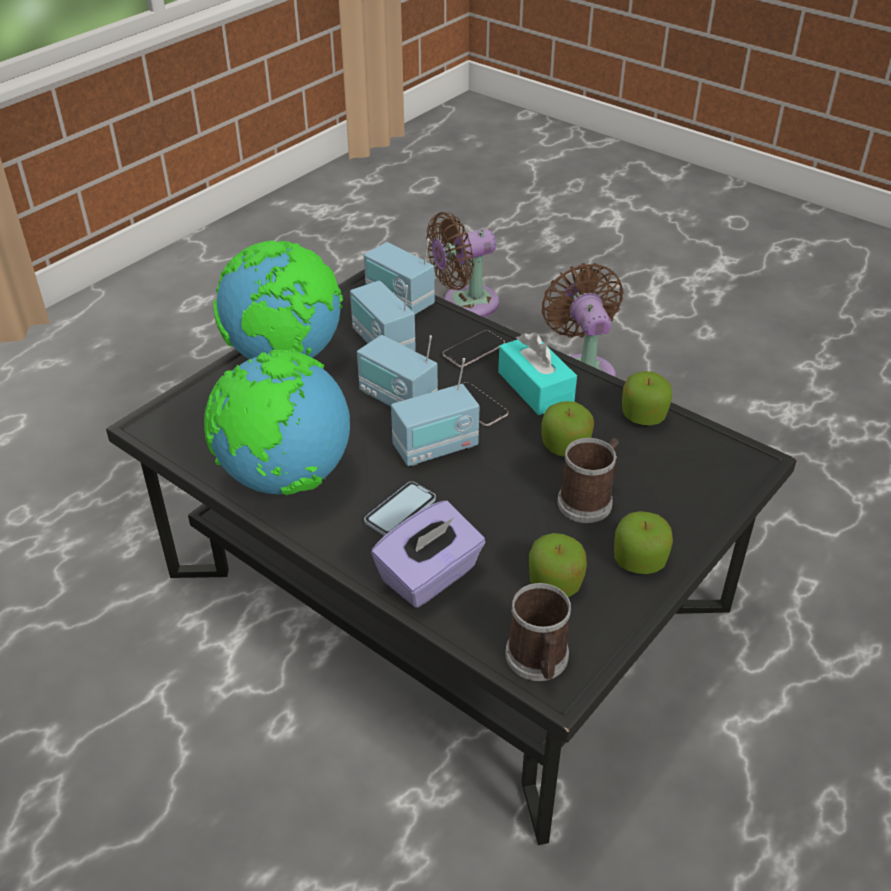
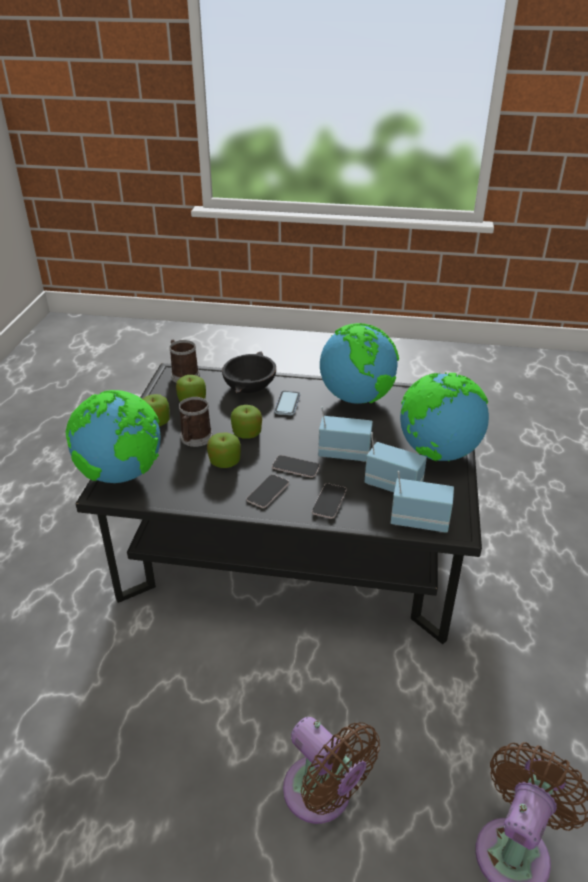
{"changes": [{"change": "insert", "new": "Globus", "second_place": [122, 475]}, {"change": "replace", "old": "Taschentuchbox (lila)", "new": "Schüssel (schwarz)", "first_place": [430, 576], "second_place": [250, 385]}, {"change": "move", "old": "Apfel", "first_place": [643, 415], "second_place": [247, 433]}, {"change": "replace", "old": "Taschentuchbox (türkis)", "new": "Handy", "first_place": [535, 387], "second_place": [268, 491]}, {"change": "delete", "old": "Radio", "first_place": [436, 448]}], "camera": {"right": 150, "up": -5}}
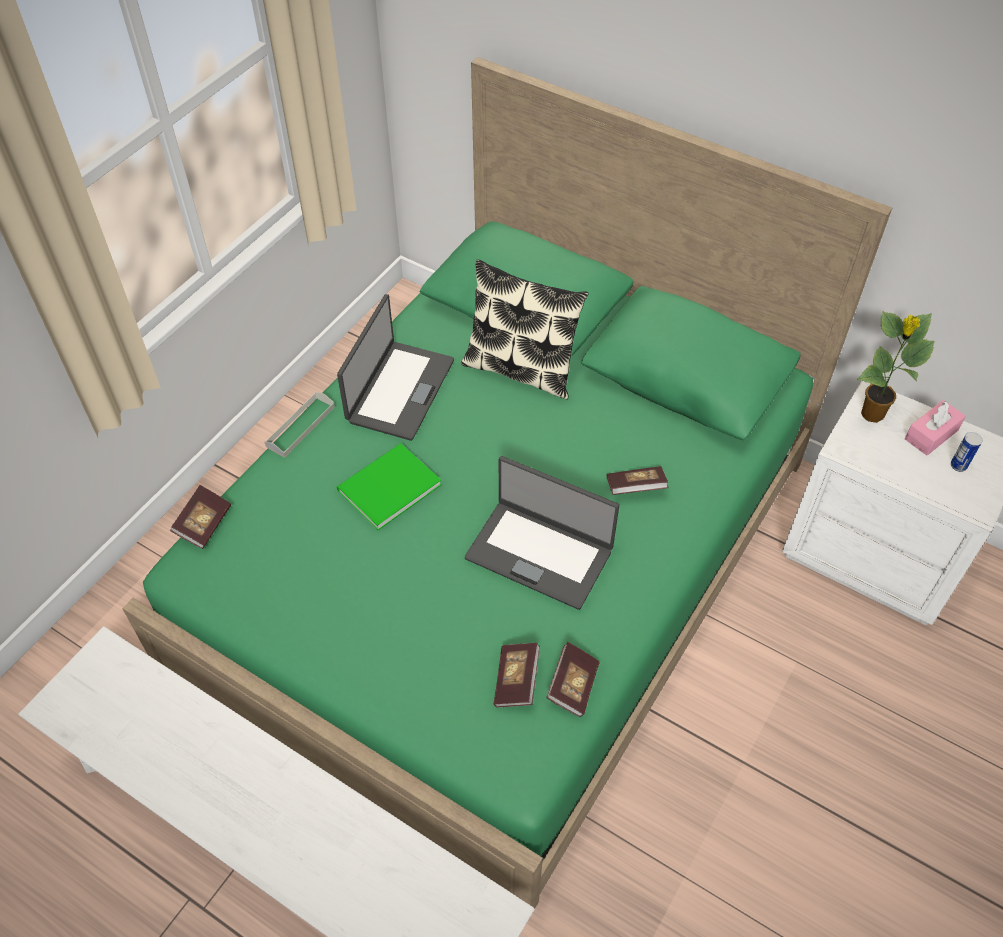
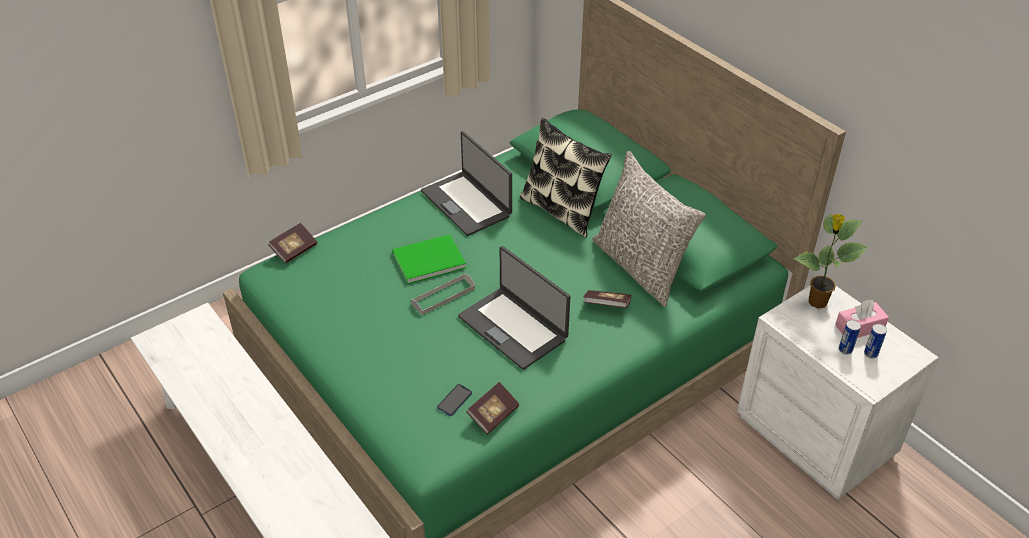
{"changes": [{"change": "move", "old": "Tablett (grau)", "first_place": [300, 426], "second_place": [443, 296]}, {"change": "rotate", "old": "Laptop", "first_place": [399, 390], "second_place": [467, 203], "degrees": 105}, {"change": "replace", "old": "Buch", "new": "Handy", "first_place": [516, 681], "second_place": [454, 400]}, {"change": "insert", "new": "Kissen (grau)", "second_place": [640, 267]}, {"change": "insert", "new": "Dose", "second_place": [845, 350]}], "camera": {"right": 20, "up": -10}}
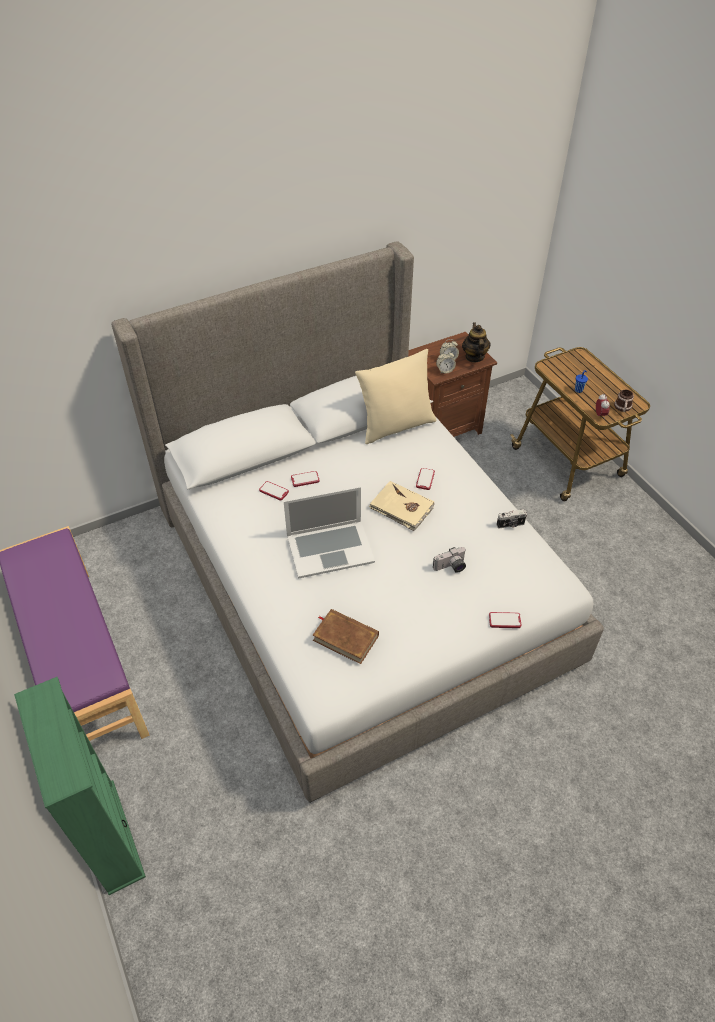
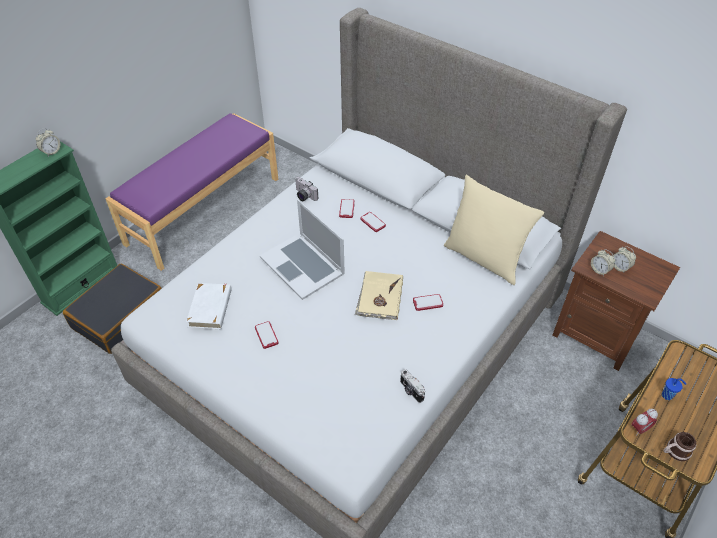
{"changes": [{"change": "insert", "new": "Wecker", "second_place": [51, 152]}, {"change": "insert", "new": "Koffer (schwarz)", "second_place": [119, 315]}, {"change": "recolor", "old": "Buch (braun)", "new": "Buch (weiß)", "first_place": [345, 637], "second_place": [210, 308]}, {"change": "move", "old": "Handy", "first_place": [504, 620], "second_place": [266, 335]}, {"change": "move", "old": "Kamera", "first_place": [451, 567], "second_place": [304, 196]}, {"change": "delete", "old": "Teekanne", "first_place": [474, 357]}], "camera": {"right": 65, "up": 0}}
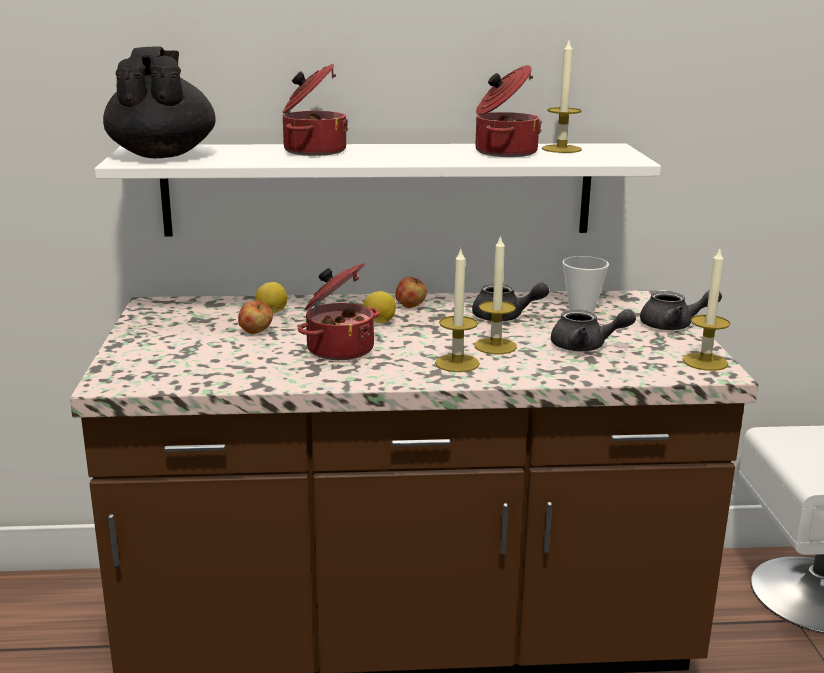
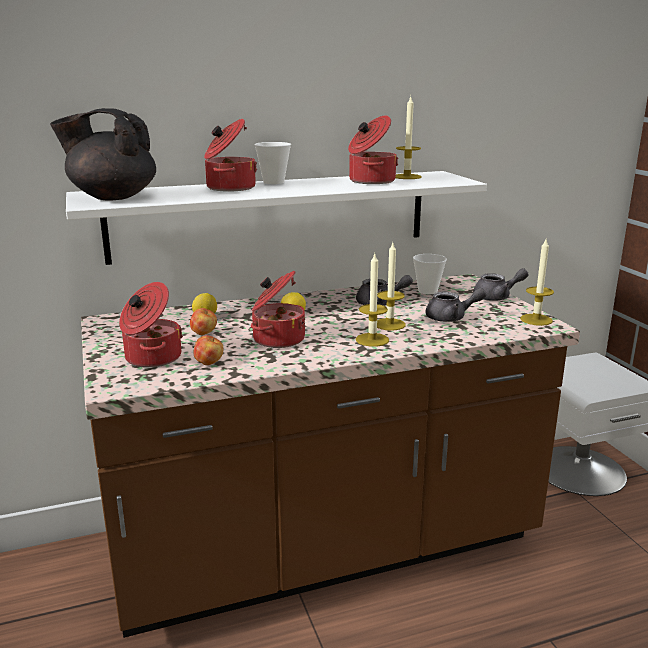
{"changes": [{"change": "rotate", "old": "Teekanne (schwarz)", "first_place": [162, 154], "second_place": [112, 197], "degrees": -60}, {"change": "insert", "new": "Kochtopf", "second_place": [151, 358]}, {"change": "move", "old": "Apfel", "first_place": [411, 306], "second_place": [209, 363]}, {"change": "insert", "new": "Tasse", "second_place": [273, 182]}], "camera": {"right": -15, "up": 0}}
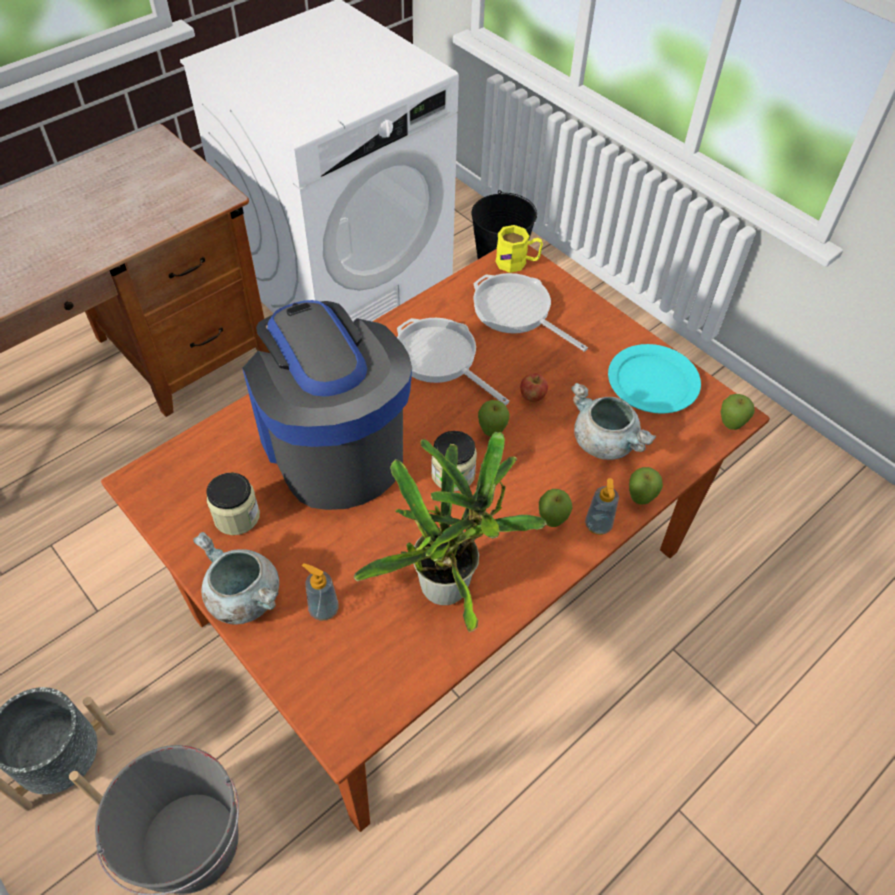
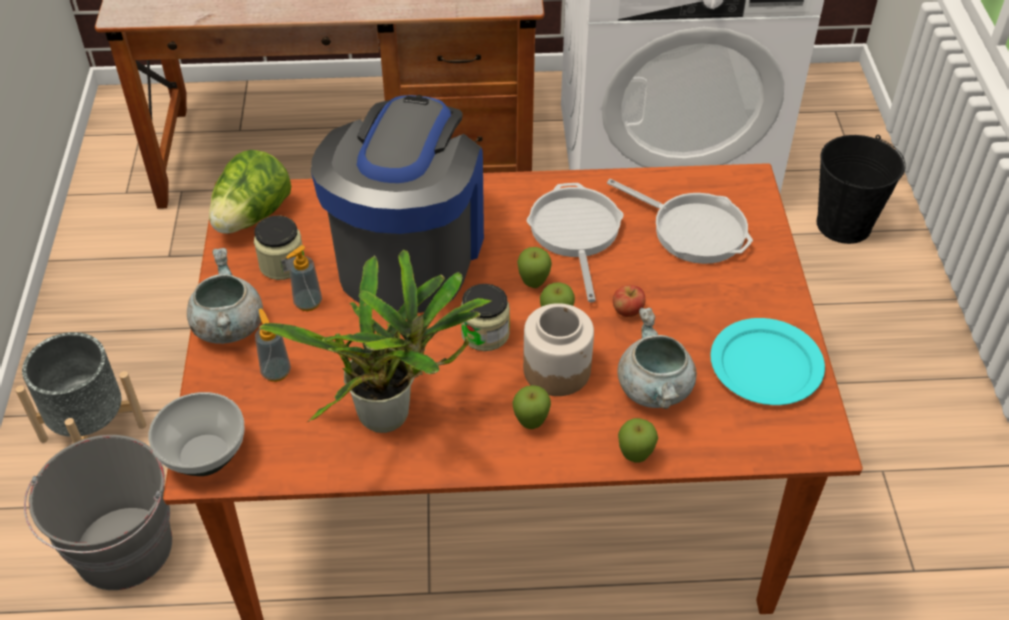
{"changes": [{"change": "insert", "new": "Schüssel", "second_place": [203, 455]}, {"change": "insert", "new": "Salatkopf", "second_place": [252, 217]}, {"change": "move", "old": "Seifenspender", "first_place": [598, 525], "second_place": [308, 302]}, {"change": "move", "old": "Apfel", "first_place": [730, 426], "second_place": [533, 284]}, {"change": "insert", "new": "Vorratsglas", "second_place": [557, 369]}, {"change": "rotate", "old": "Pfanne", "first_place": [516, 311], "second_place": [693, 229], "degrees": 135}, {"change": "delete", "old": "Henkelbecher (gelb)", "first_place": [517, 262]}], "camera": {"right": 40, "up": -5}}
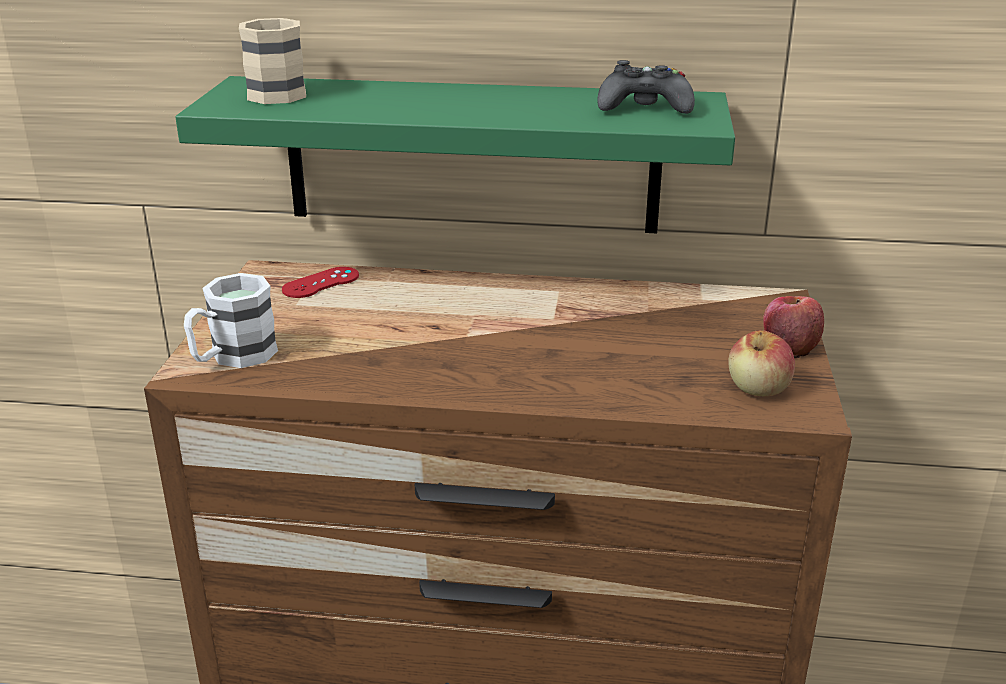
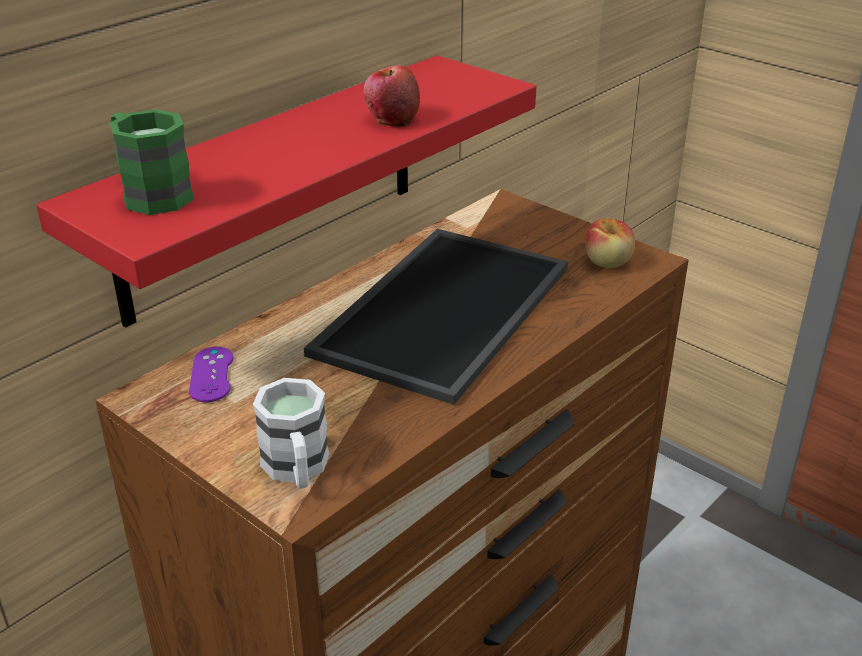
{"changes": [{"change": "recolor", "old": "Wandregal (grün)", "new": "Wandregal (rot)", "first_place": [472, 155], "second_place": [273, 186]}, {"change": "recolor", "old": "Henkelbecher (beige)", "new": "Henkelbecher (grün)", "first_place": [282, 91], "second_place": [150, 193]}, {"change": "recolor", "old": "Gamepad (rot)", "new": "Gamepad (lila)", "first_place": [321, 283], "second_place": [212, 374]}, {"change": "insert", "new": "Tablett", "second_place": [441, 307]}, {"change": "move", "old": "Apfel", "first_place": [789, 347], "second_place": [392, 118]}, {"change": "delete", "old": "Gamepad (schwarz)", "first_place": [645, 107]}], "camera": {"right": -55, "up": 5}}
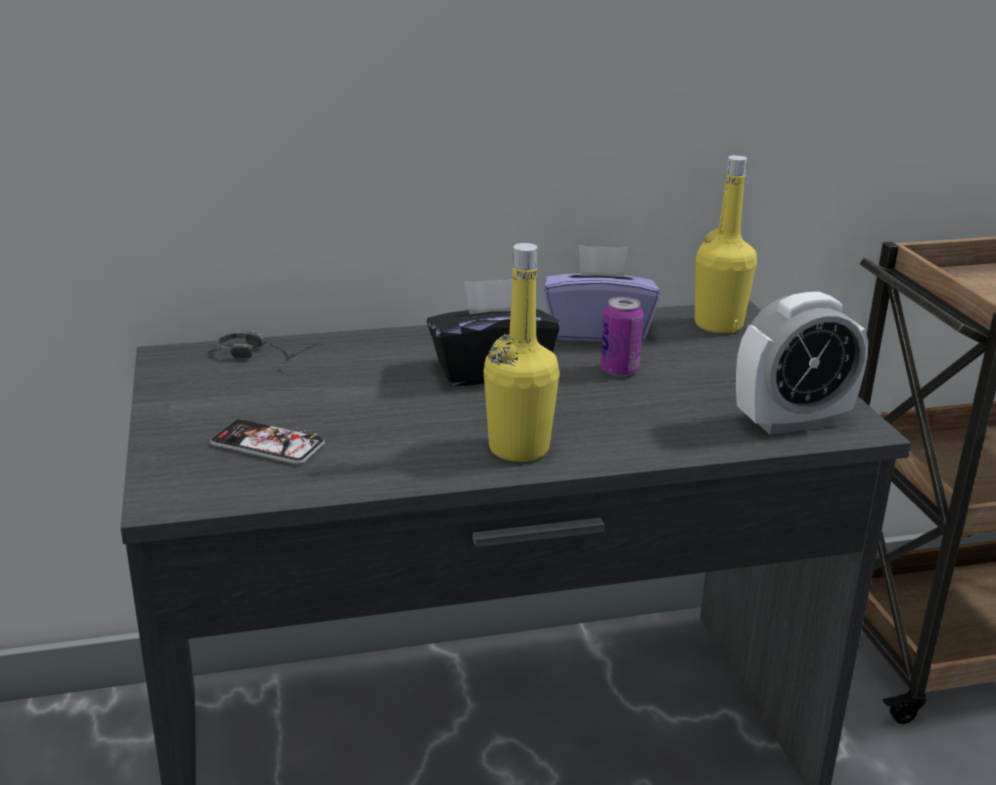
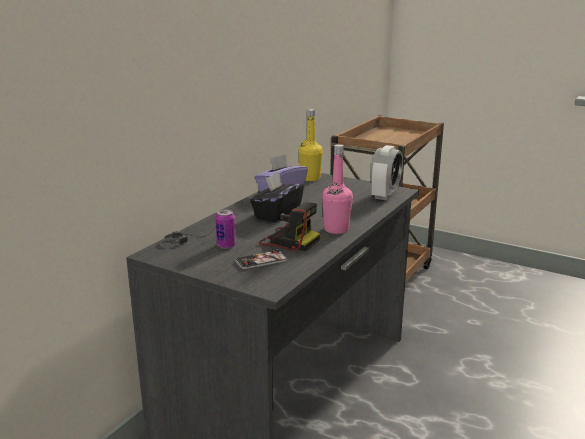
{"changes": [{"change": "move", "old": "Dose", "first_place": [619, 370], "second_place": [226, 246]}, {"change": "insert", "new": "Kamera", "second_place": [288, 241]}, {"change": "recolor", "old": "Flasche (gelb)", "new": "Flasche (rosa)", "first_place": [519, 448], "second_place": [336, 229]}], "camera": {"right": -45, "up": -5}}
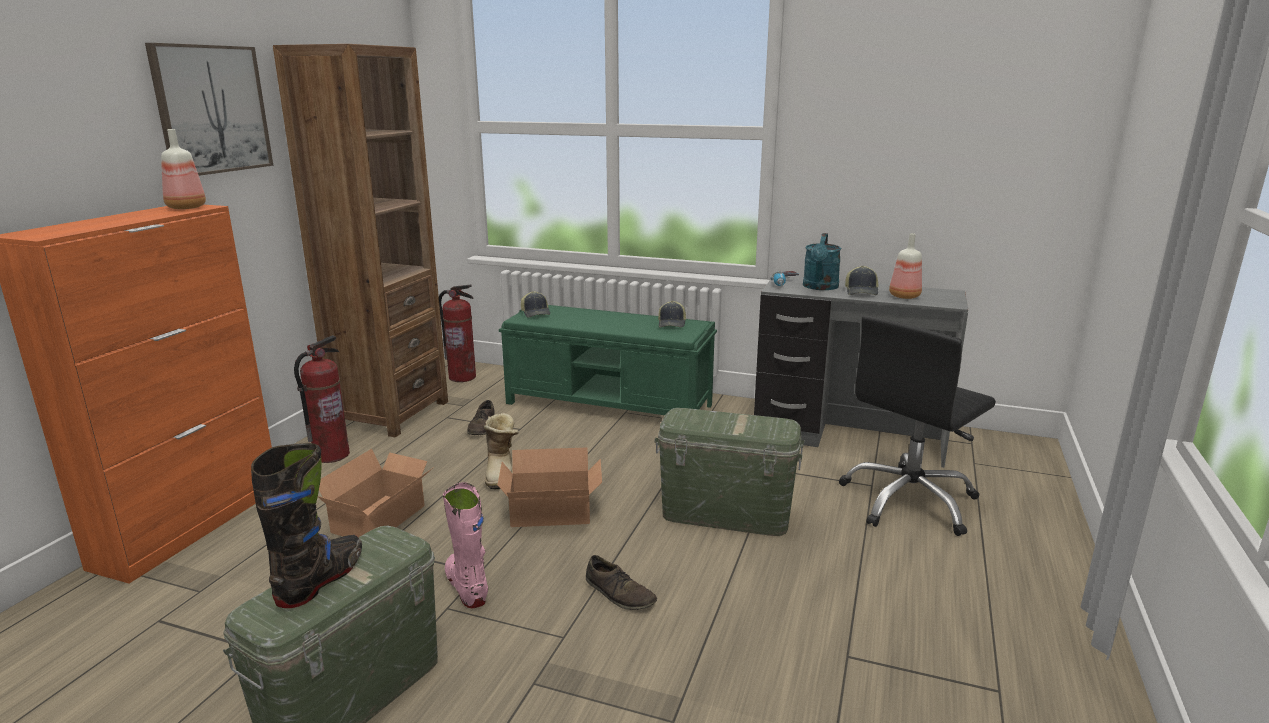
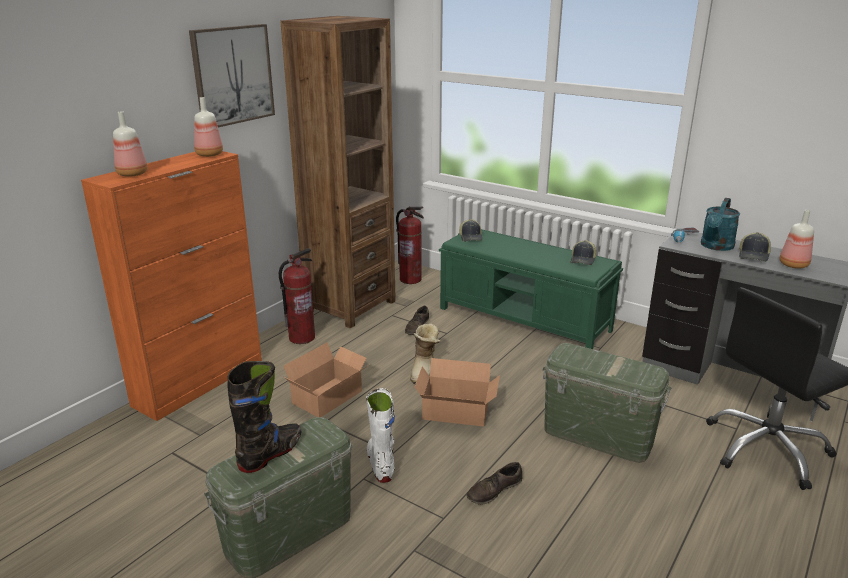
{"changes": [{"change": "insert", "new": "Flasche", "second_place": [133, 174]}, {"change": "recolor", "old": "Stiefel (rosa)", "new": "Stiefel (weiß)", "first_place": [467, 587], "second_place": [380, 464]}, {"change": "rotate", "old": "Schuh (braun)", "first_place": [619, 593], "second_place": [494, 490], "degrees": 90}], "camera": {"right": 15, "up": 5}}
